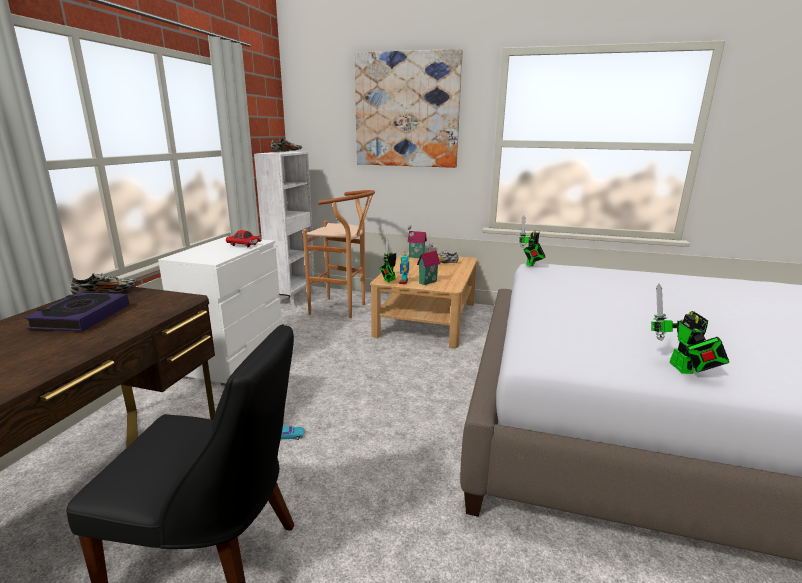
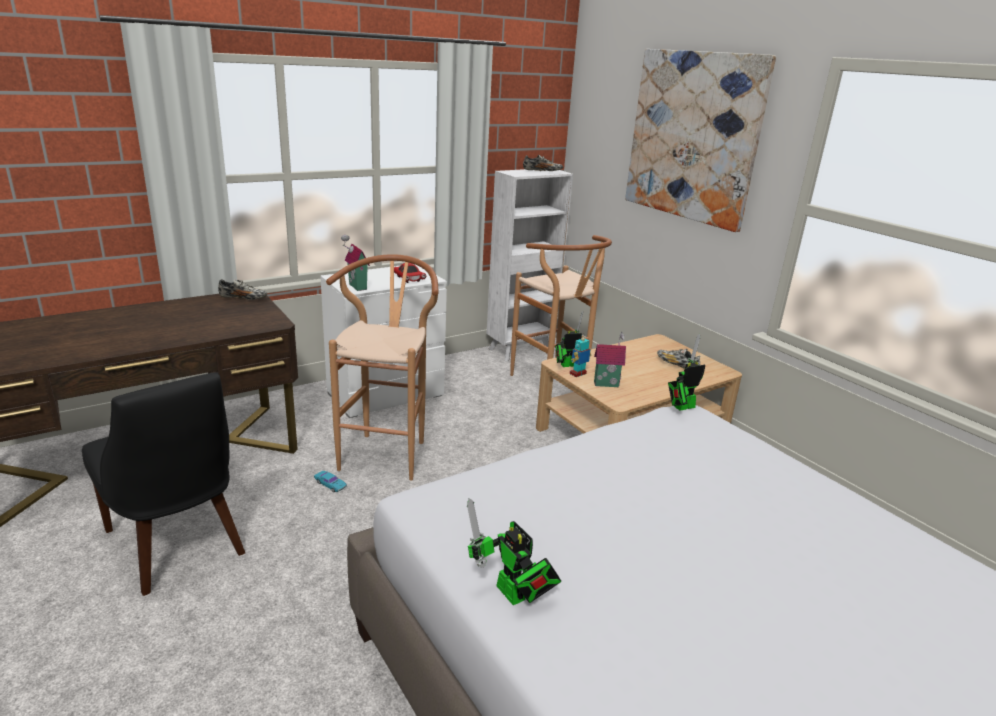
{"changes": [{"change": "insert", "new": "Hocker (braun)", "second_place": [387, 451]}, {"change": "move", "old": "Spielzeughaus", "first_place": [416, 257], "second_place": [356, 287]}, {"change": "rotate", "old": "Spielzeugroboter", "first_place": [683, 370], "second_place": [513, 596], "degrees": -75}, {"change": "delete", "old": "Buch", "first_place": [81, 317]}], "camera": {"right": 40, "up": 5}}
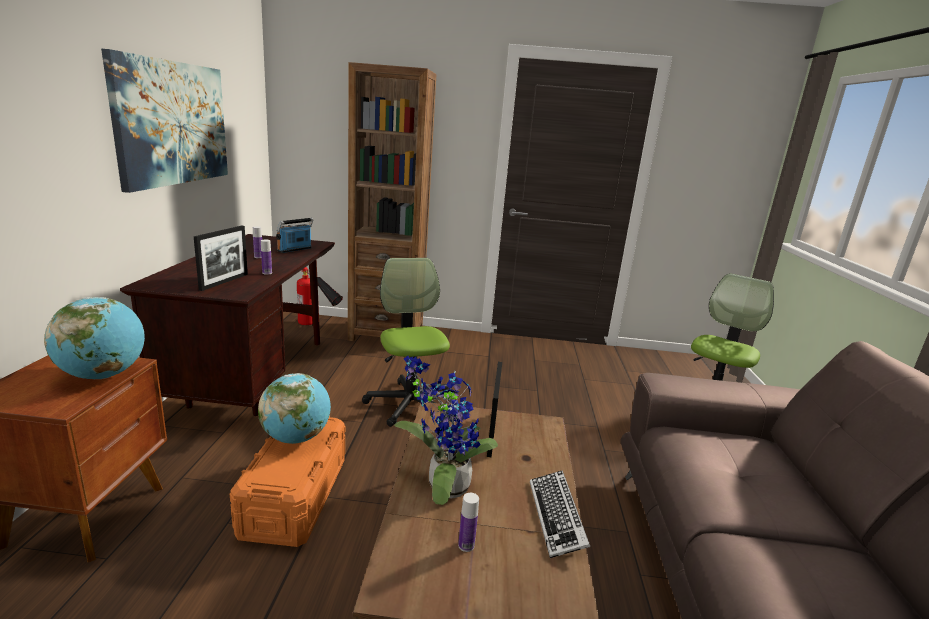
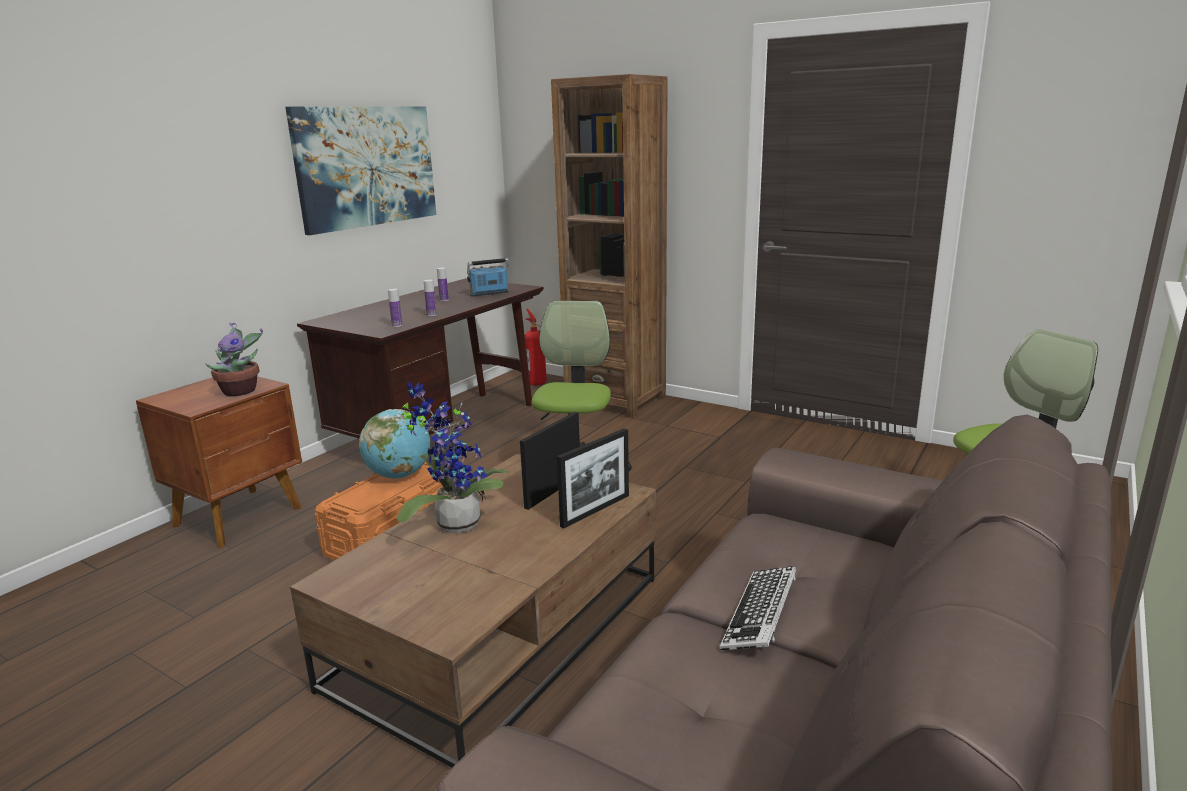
{"changes": [{"change": "replace", "old": "Globus", "new": "Topfpflanze", "first_place": [104, 375], "second_place": [241, 391]}, {"change": "move", "old": "Flasche", "first_place": [466, 545], "second_place": [397, 325]}, {"change": "move", "old": "Bilderrahmen", "first_place": [224, 282], "second_place": [595, 510]}, {"change": "move", "old": "Tastatur", "first_place": [556, 517], "second_place": [760, 615]}], "camera": {"right": 30, "up": 0}}
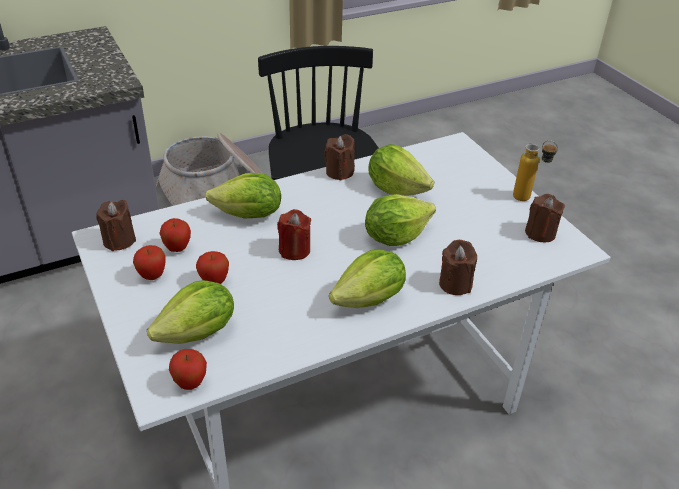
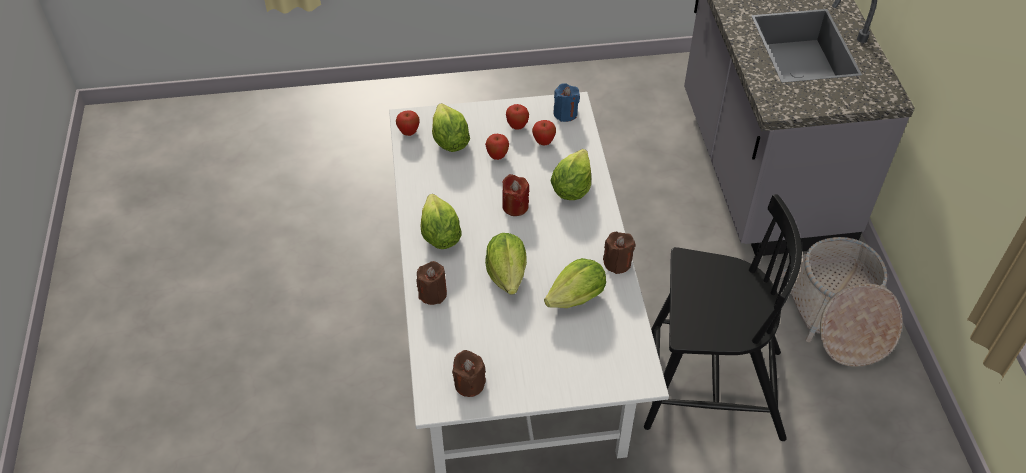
{"changes": [{"change": "recolor", "old": "Kerze (braun)", "new": "Kerze (blau)", "first_place": [119, 240], "second_place": [565, 113]}, {"change": "delete", "old": "Flasche", "first_place": [528, 199]}], "camera": {"right": 110, "up": 10}}
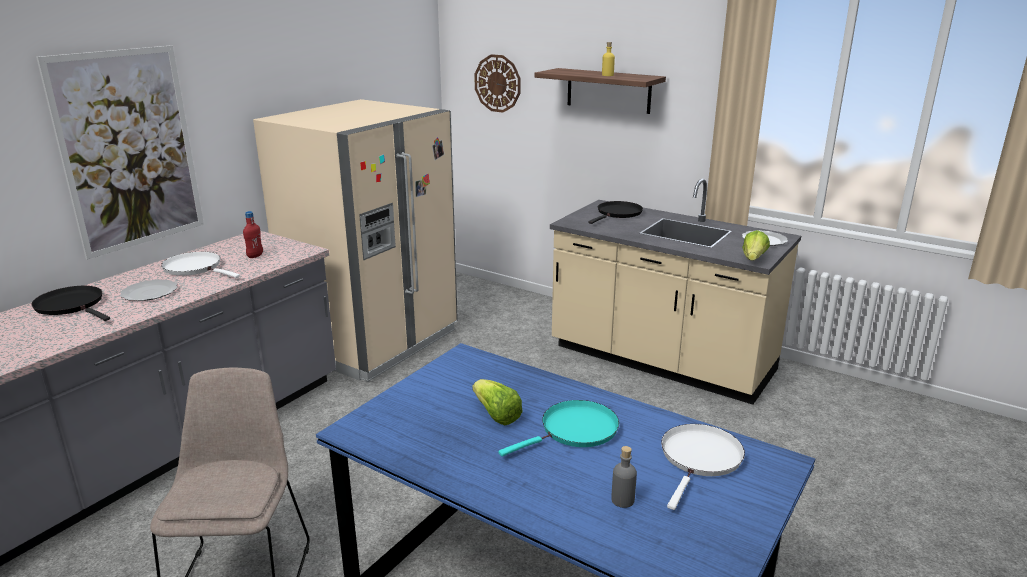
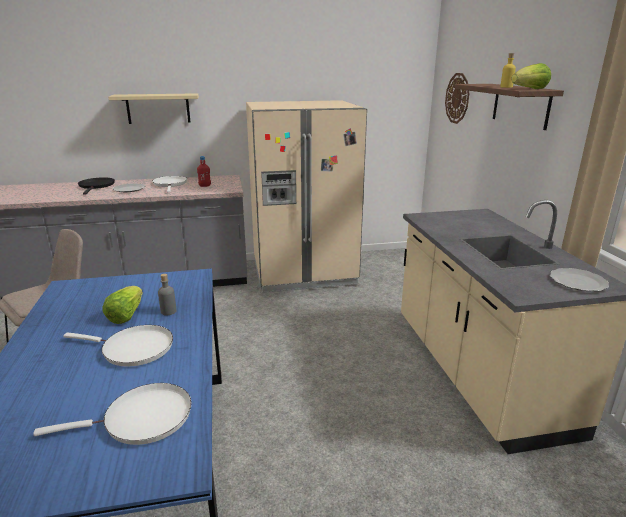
{"changes": [{"change": "recolor", "old": "Pfanne (türkis)", "new": "Pfanne (weiß)", "first_place": [575, 430], "second_place": [133, 349]}, {"change": "replace", "old": "Bild", "new": "Wandregal (beige)", "first_place": [129, 150], "second_place": [158, 108]}, {"change": "move", "old": "Flasche (grau)", "first_place": [622, 500], "second_place": [168, 311]}, {"change": "move", "old": "Salatkopf", "first_place": [753, 259], "second_place": [530, 89]}, {"change": "delete", "old": "Pfanne (schwarz)", "first_place": [618, 213]}], "camera": {"right": 45, "up": 0}}
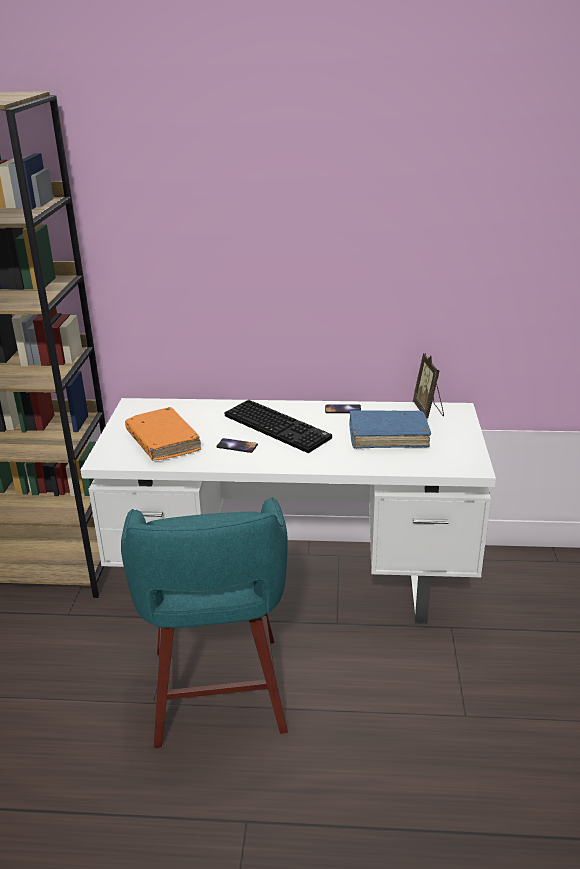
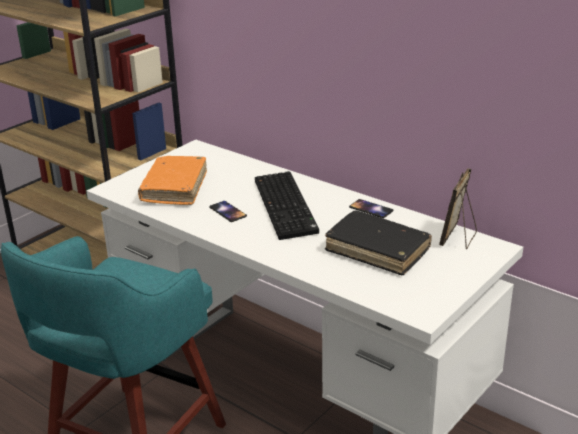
{"changes": [{"change": "recolor", "old": "Buch (blau)", "new": "Buch (schwarz)", "first_place": [388, 436], "second_place": [377, 251]}], "camera": {"right": 35, "up": 0}}
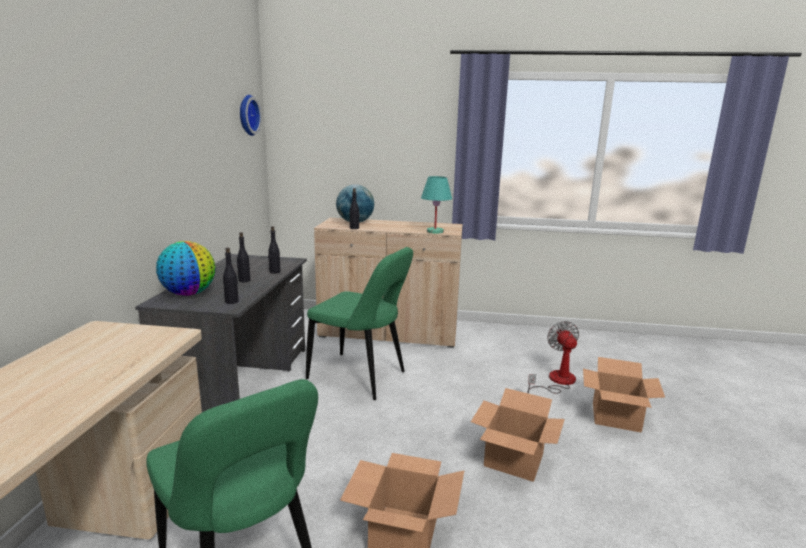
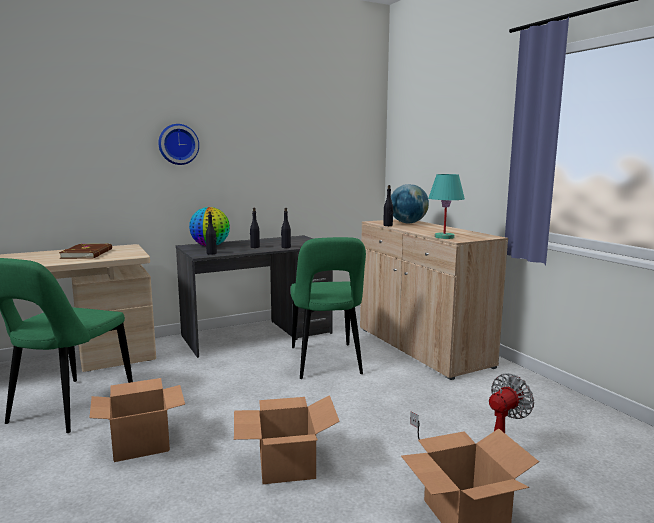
{"changes": [{"change": "insert", "new": "Buch (braun)", "second_place": [88, 254]}, {"change": "move", "old": "Wanduhr", "first_place": [247, 115], "second_place": [178, 144]}], "camera": {"right": 55, "up": -5}}
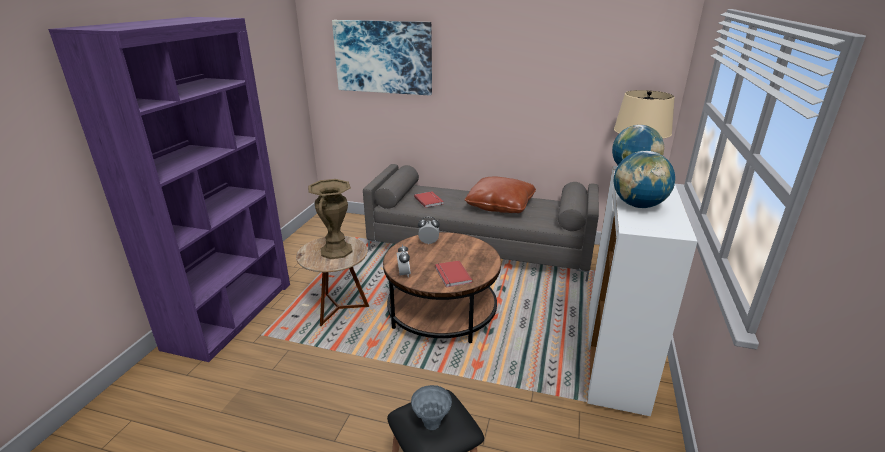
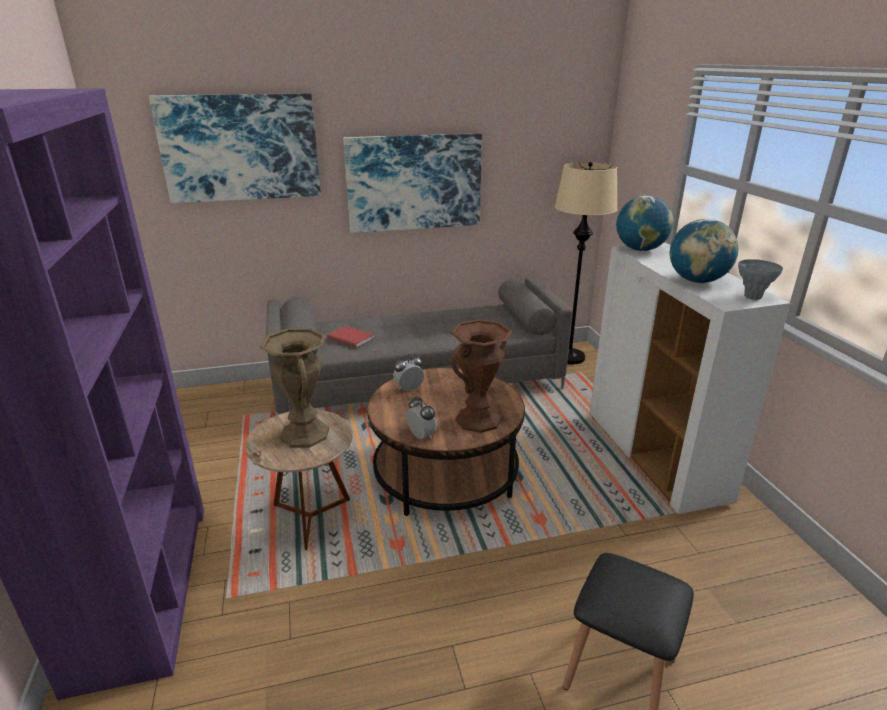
{"changes": [{"change": "insert", "new": "Bild", "second_place": [414, 182]}, {"change": "replace", "old": "Buch (rot)", "new": "Vase (braun)", "first_place": [451, 275], "second_place": [478, 419]}, {"change": "move", "old": "Vase (grau)", "first_place": [431, 424], "second_place": [752, 297]}, {"change": "delete", "old": "Kissen (braun)", "first_place": [500, 206]}], "camera": {"right": -30, "up": 0}}
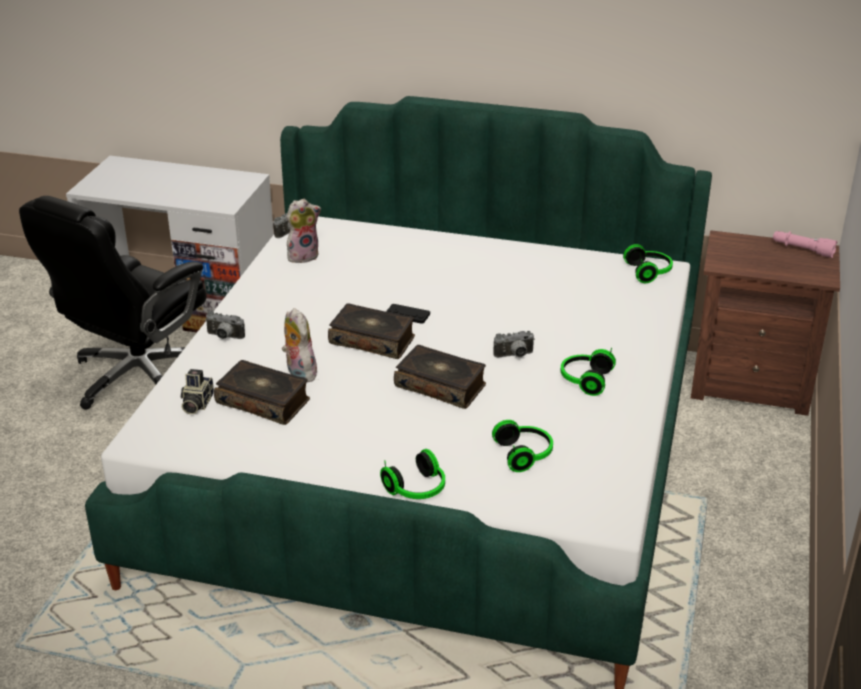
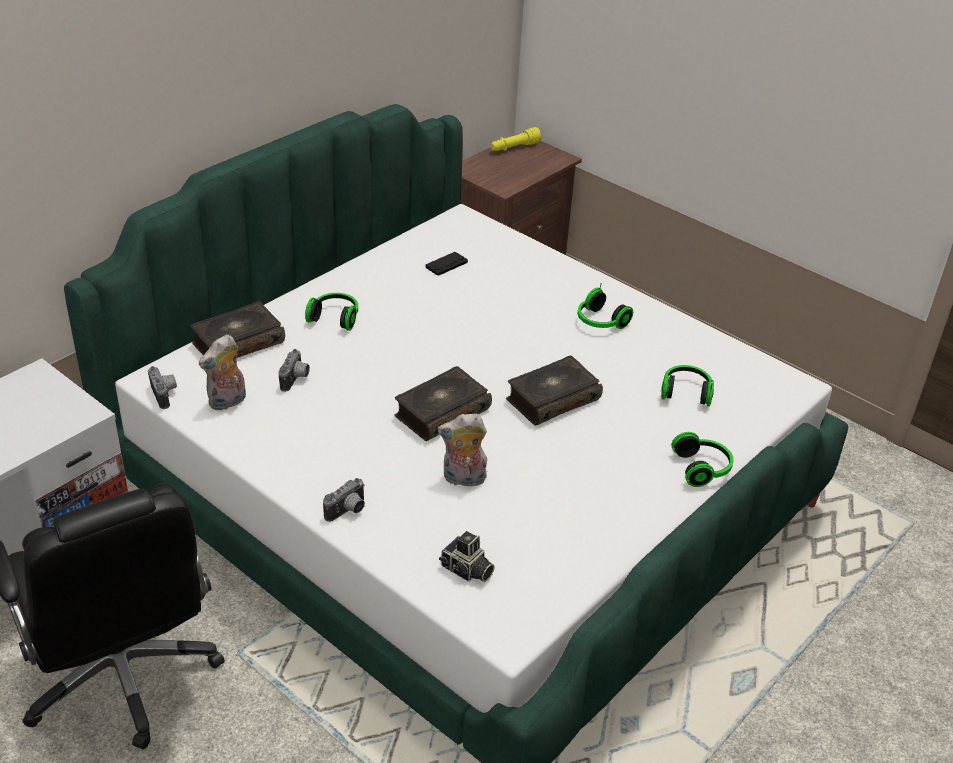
{"changes": [{"change": "move", "old": "Buch", "first_place": [264, 401], "second_place": [238, 343]}, {"change": "rotate", "old": "Plüschtier", "first_place": [303, 255], "second_place": [227, 402], "degrees": -135}, {"change": "move", "old": "Kamera", "first_place": [514, 356], "second_place": [296, 380]}, {"change": "move", "old": "Kopfhörer", "first_place": [649, 272], "second_place": [335, 318]}, {"change": "move", "old": "Gamepad (schwarz)", "first_place": [407, 314], "second_place": [446, 264]}, {"change": "recolor", "old": "Taschenlampe (rosa)", "new": "Taschenlampe (gelb)", "first_place": [802, 250], "second_place": [514, 147]}], "camera": {"right": -65, "up": 5}}
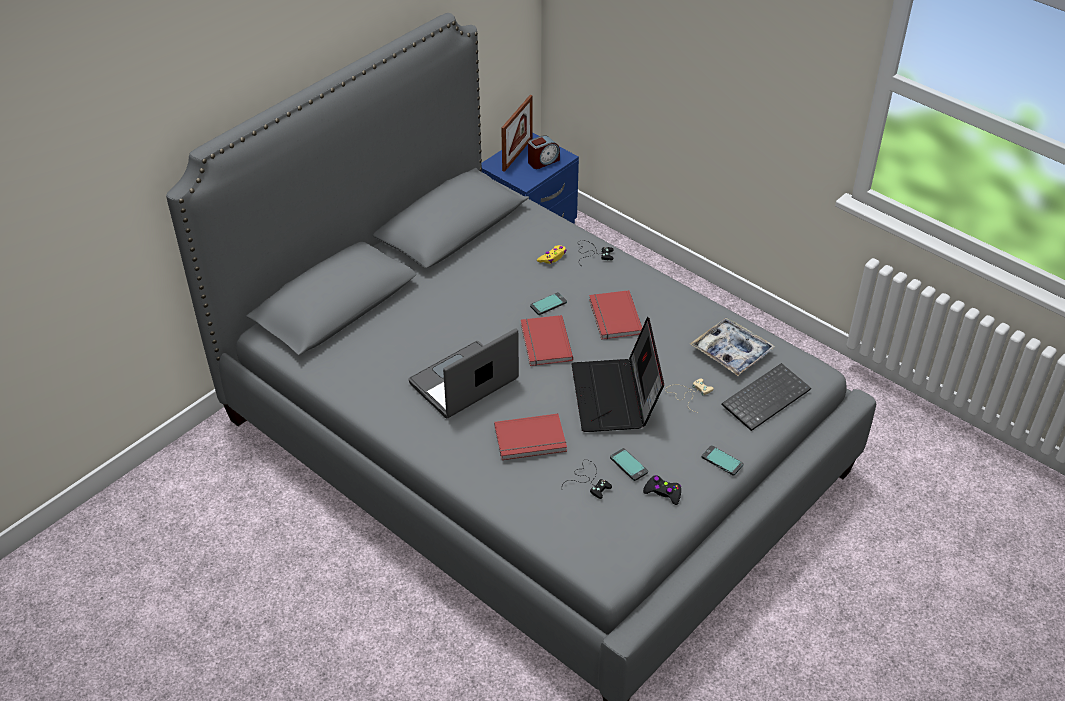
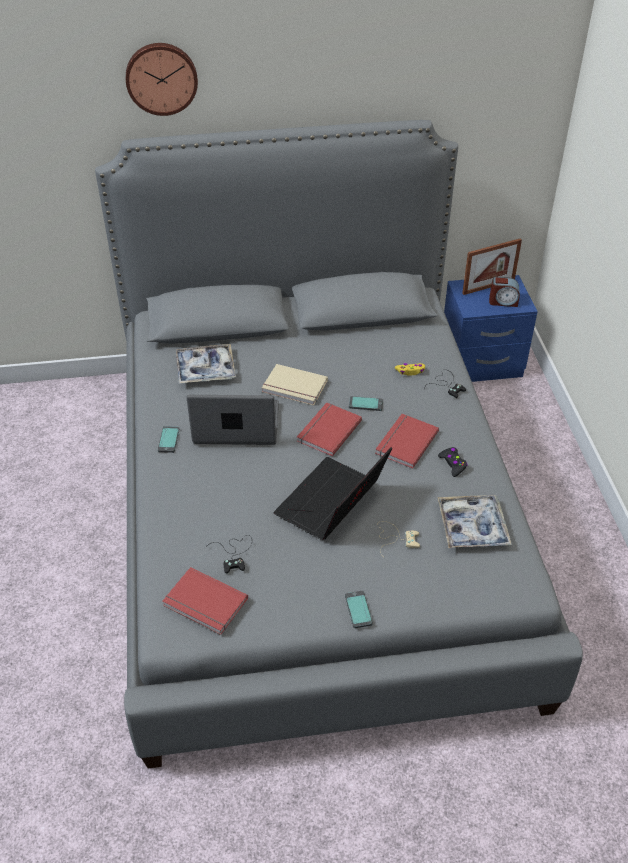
{"changes": [{"change": "insert", "new": "Wanduhr", "second_place": [161, 78]}, {"change": "move", "old": "Handy", "first_place": [629, 465], "second_place": [169, 440]}, {"change": "move", "old": "Buch (rot)", "first_place": [531, 440], "second_place": [204, 604]}, {"change": "insert", "new": "Tablett", "second_place": [205, 369]}, {"change": "insert", "new": "Buch (beige)", "second_place": [294, 387]}, {"change": "move", "old": "Gamepad (schwarz)", "first_place": [663, 492], "second_place": [453, 464]}, {"change": "delete", "old": "Tastatur", "first_place": [765, 397]}], "camera": {"right": 40, "up": 0}}
